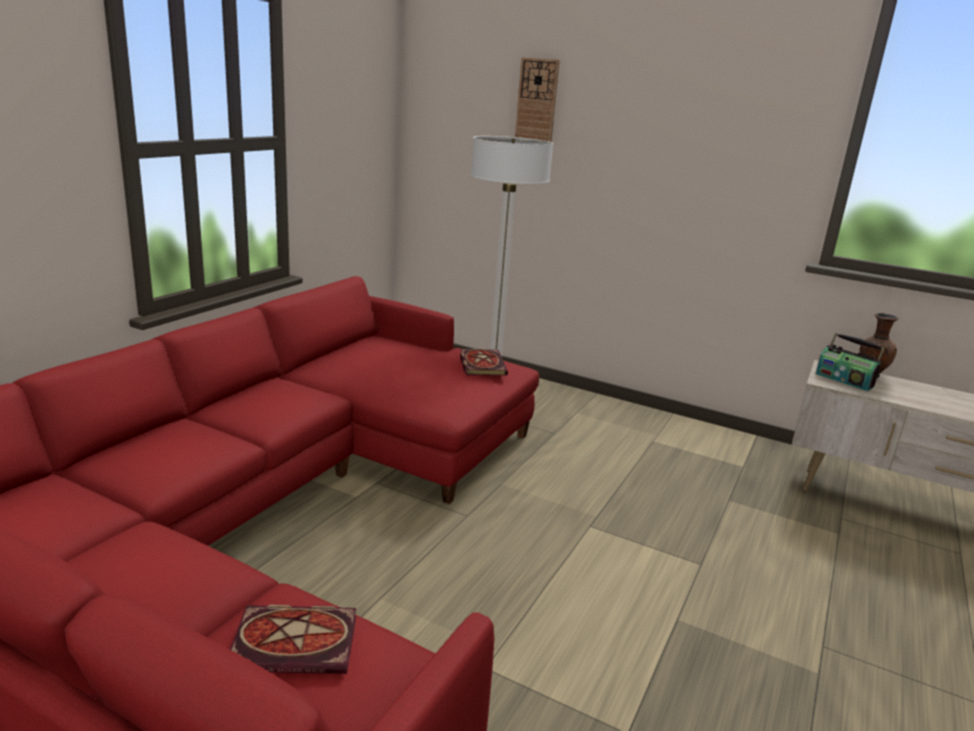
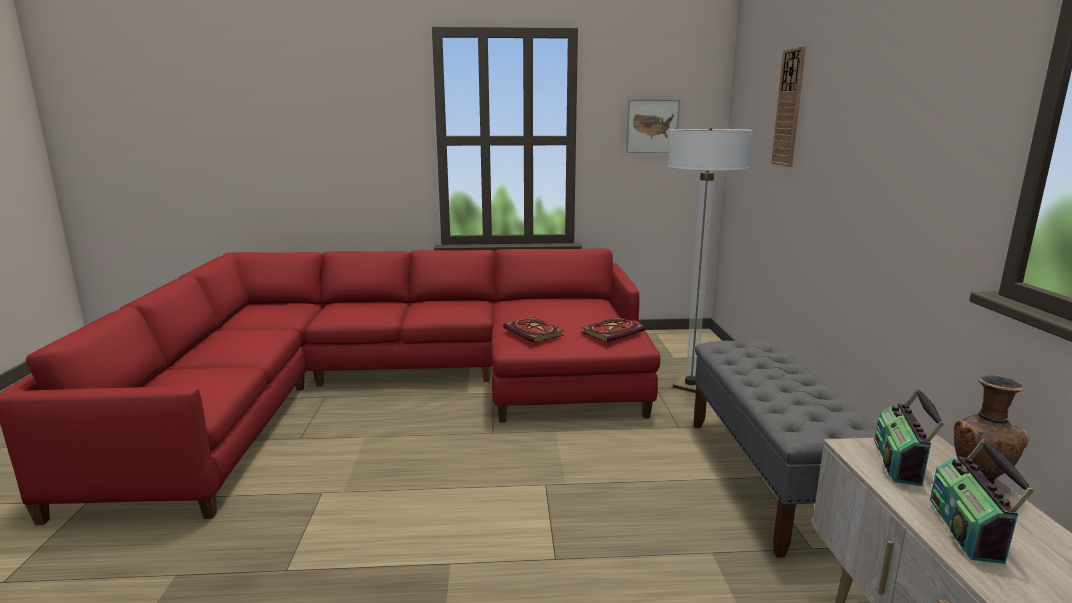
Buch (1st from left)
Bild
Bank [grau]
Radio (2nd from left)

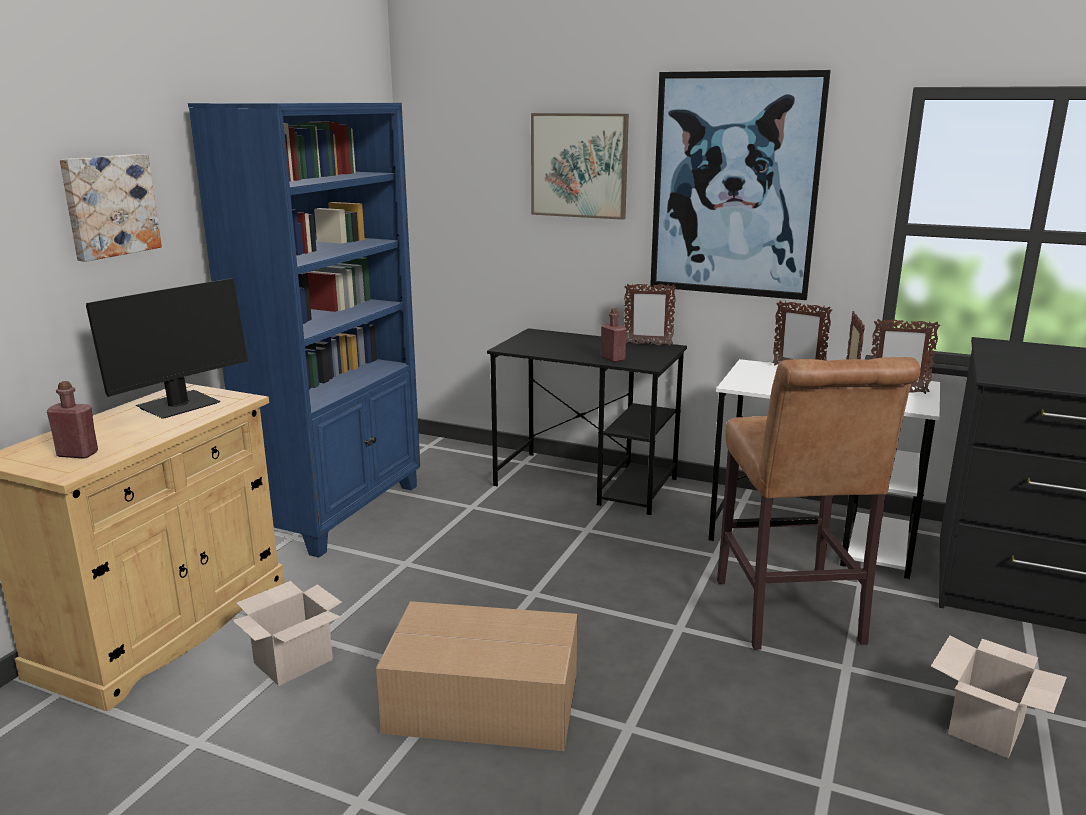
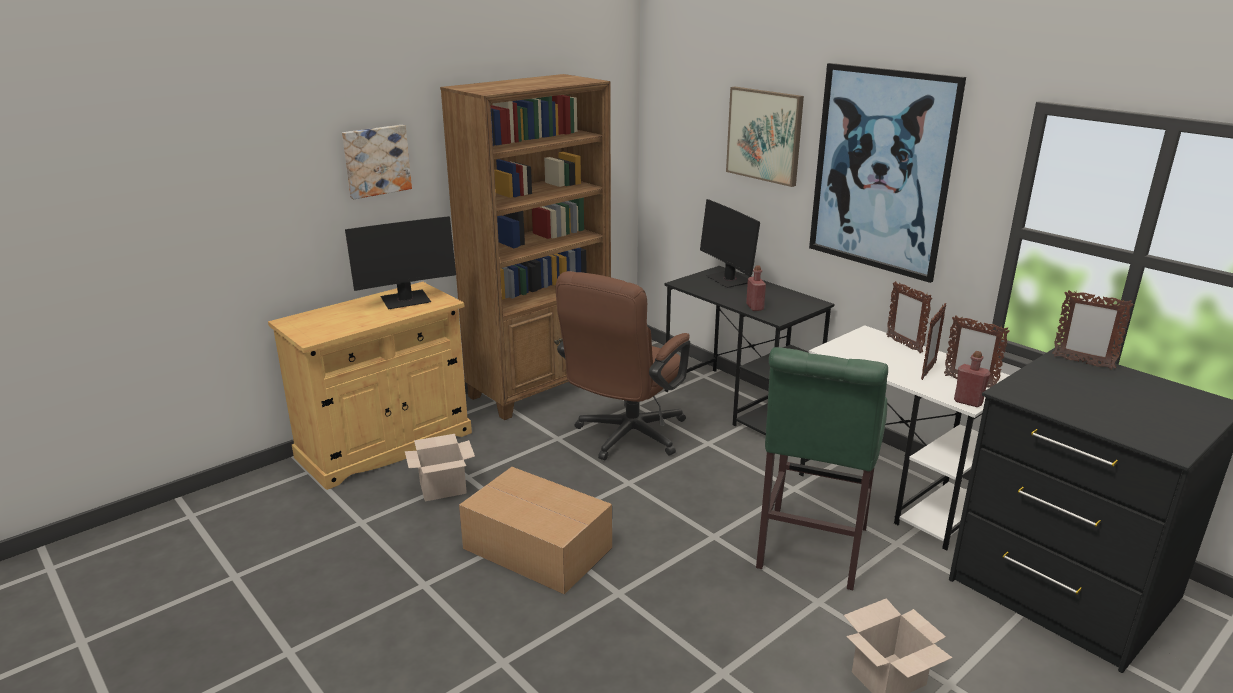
Flasche [rot] (2nd from left)
Bücherregal [braun]
Bilderrahmen (4th from left)
Hocker [grün]
Bürostuhl [braun]
Monitor (2nd from left)

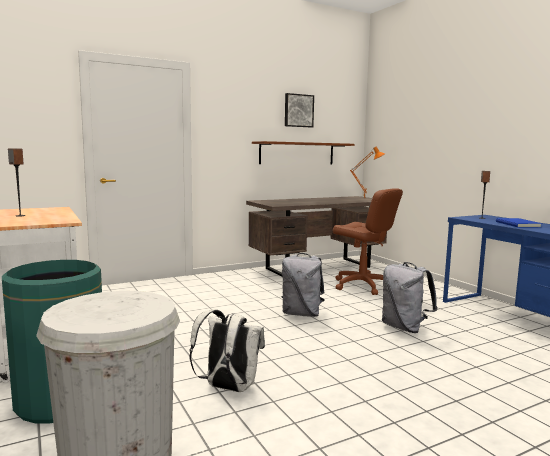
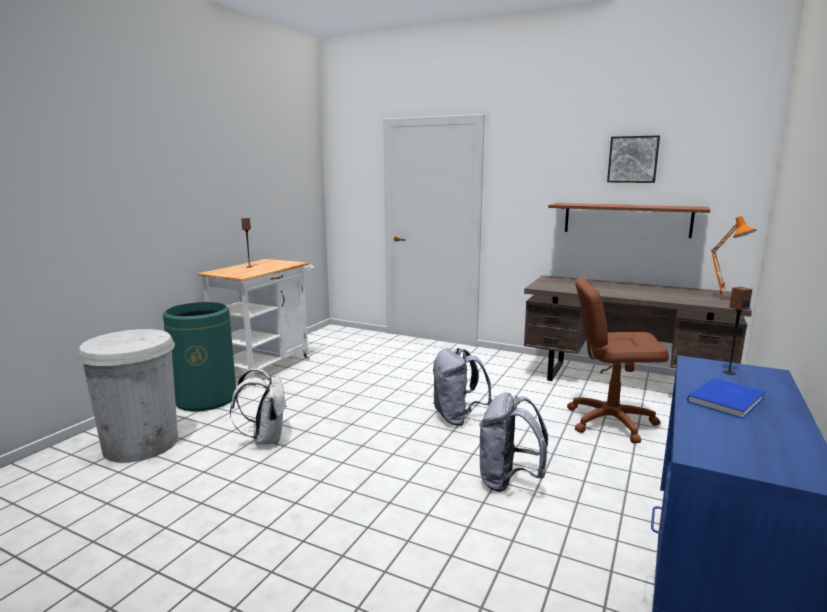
Bürostuhl [braun]

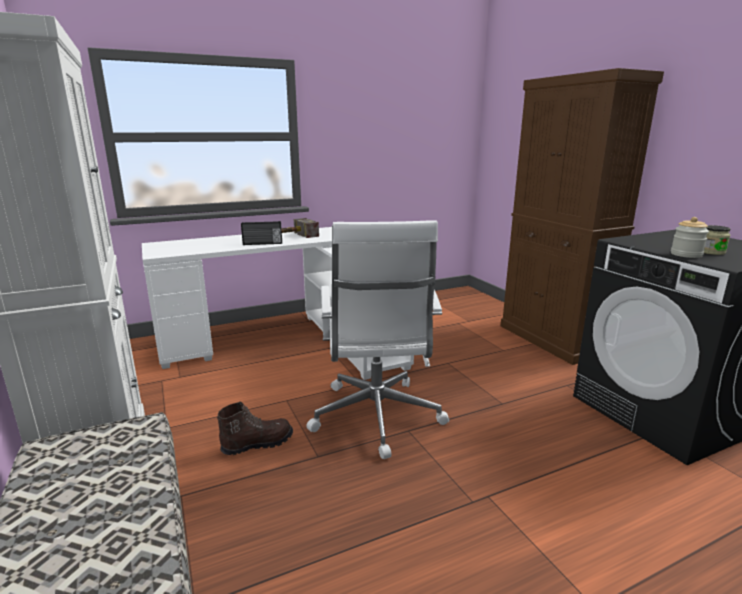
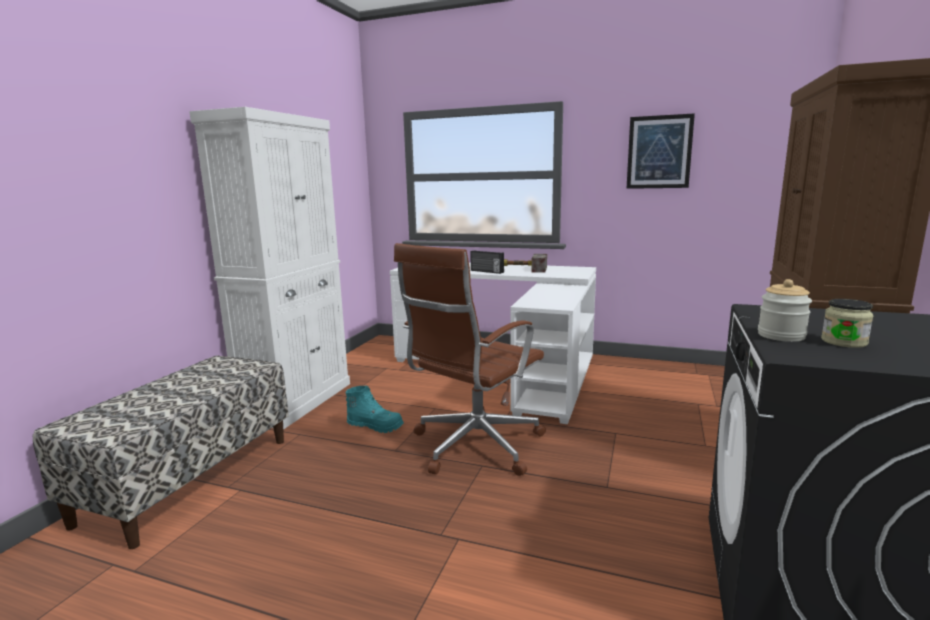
Stiefel [türkis]
Bürostuhl [braun]
Bild

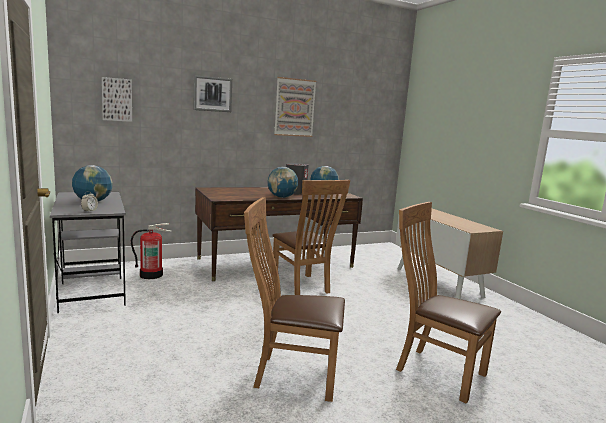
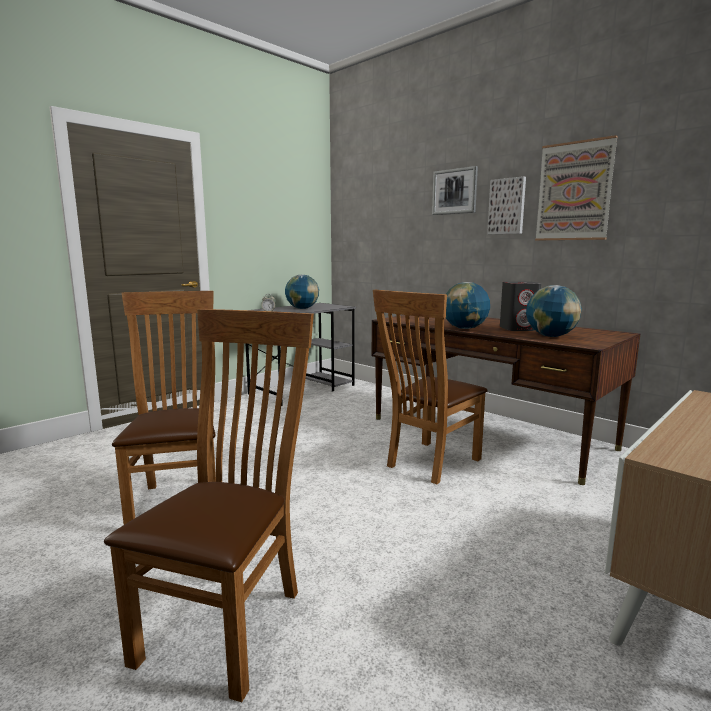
Bild (2nd from left)
Feuerlöscher

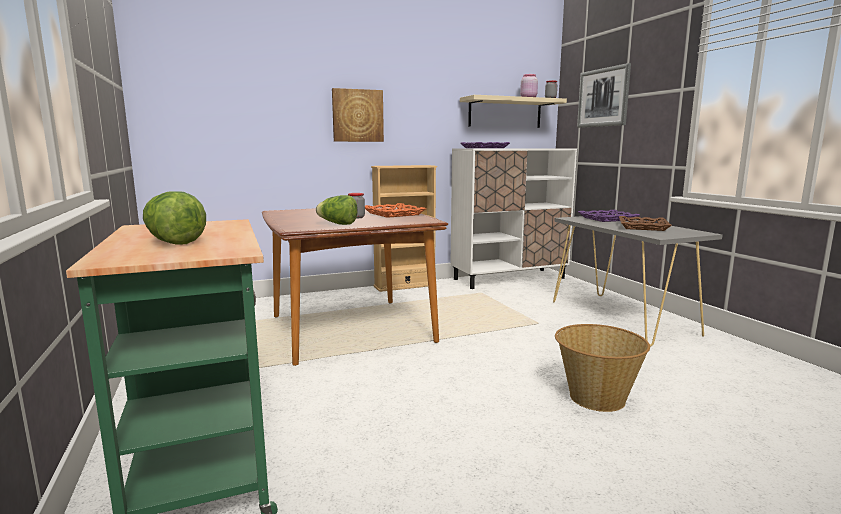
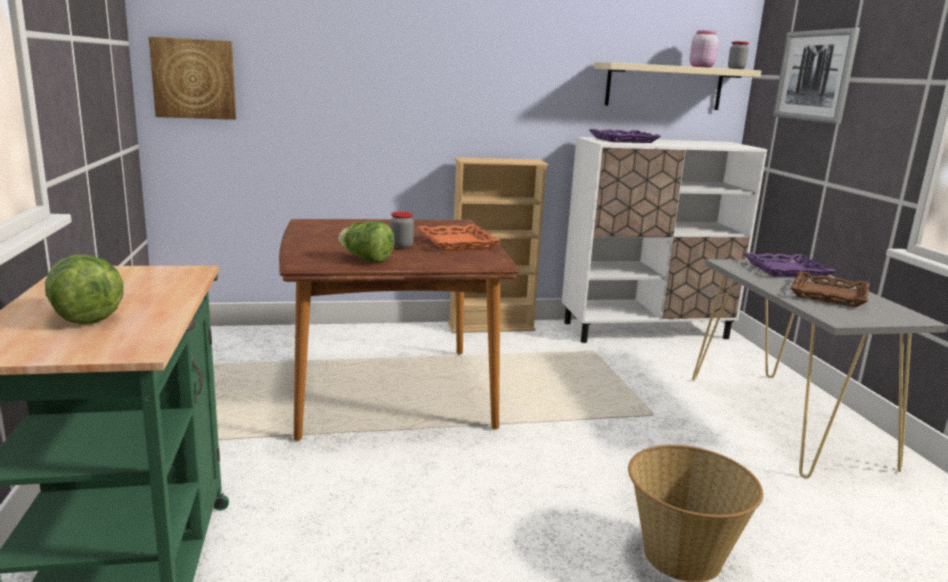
Bild (1st from left)

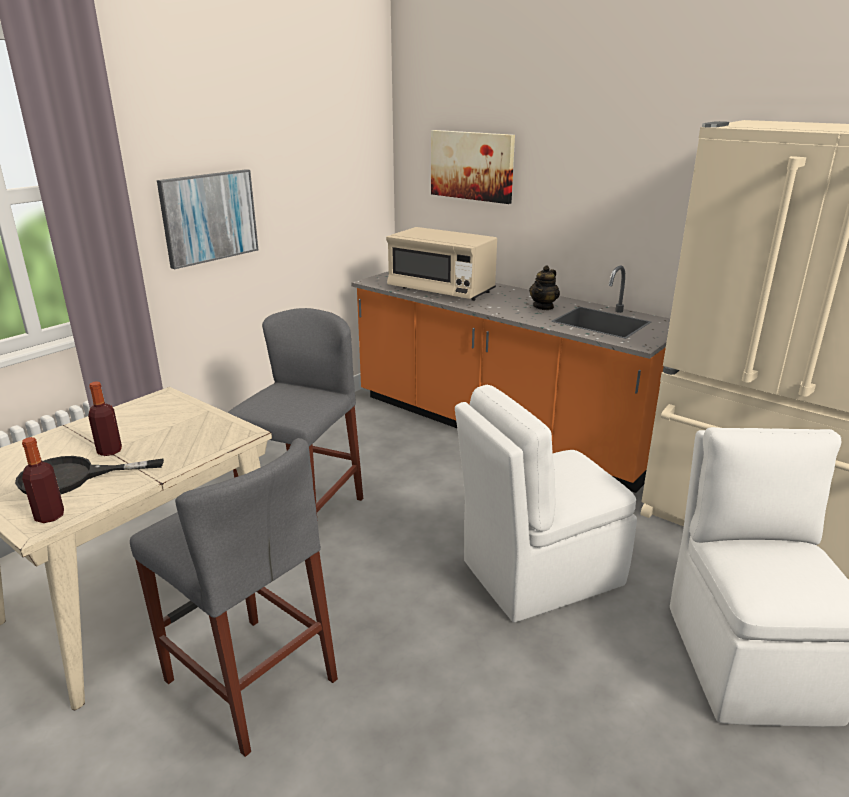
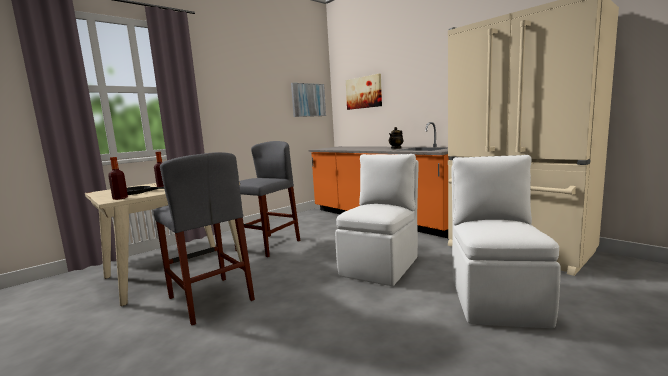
Bild (1st from left)
Mikrowelle [beige]
Stuhl [weiß] (1st from left)

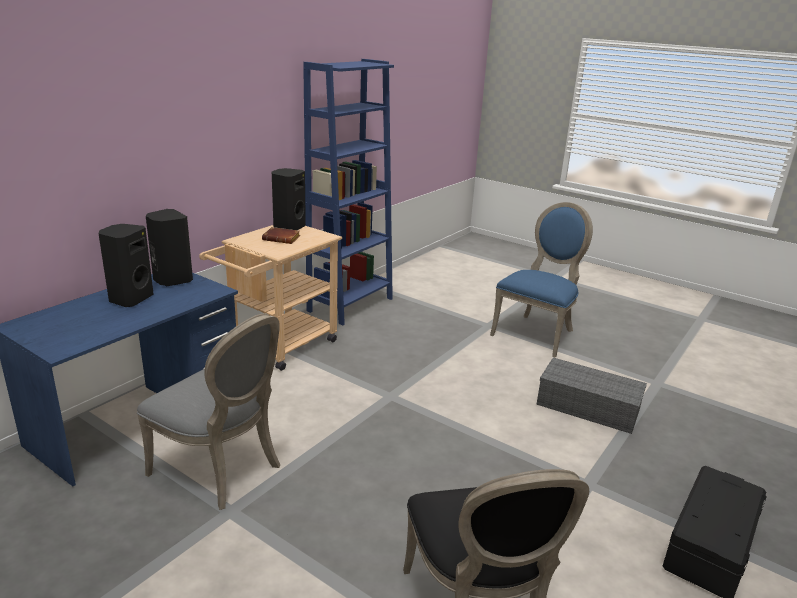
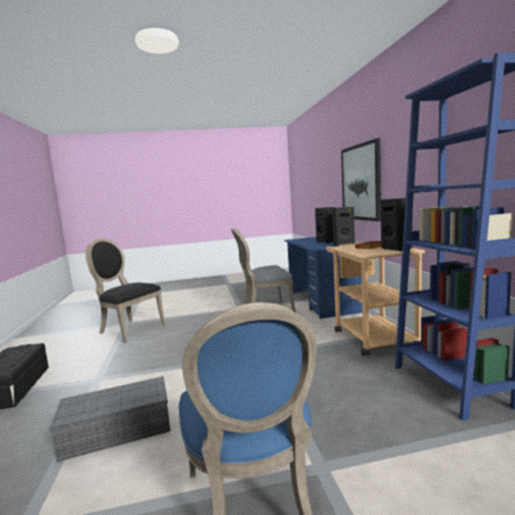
Bild

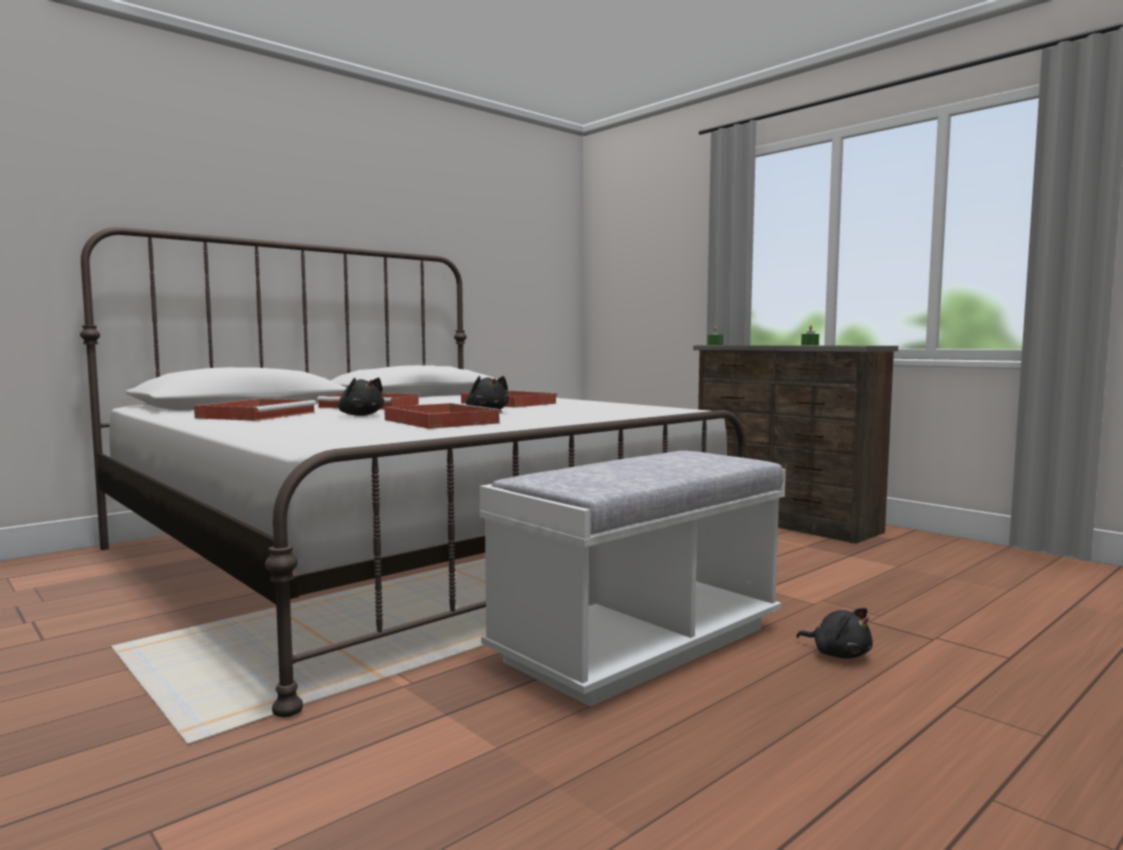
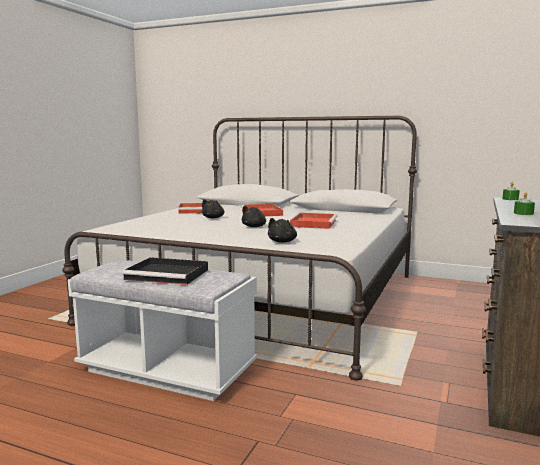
Tablett [rot] (3rd from left in the first image)
Plüschtier [schwarz] (3rd from left)
Tablett [schwarz]

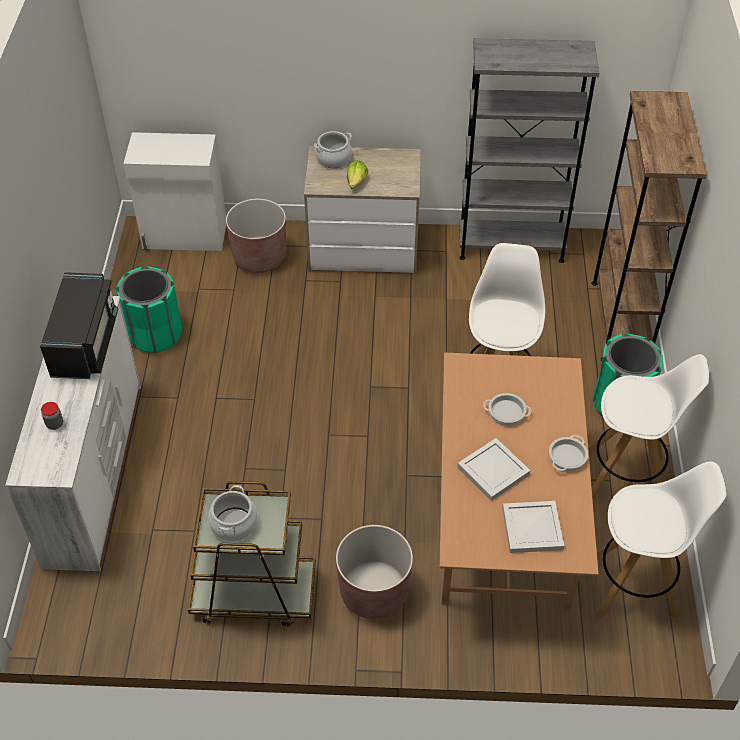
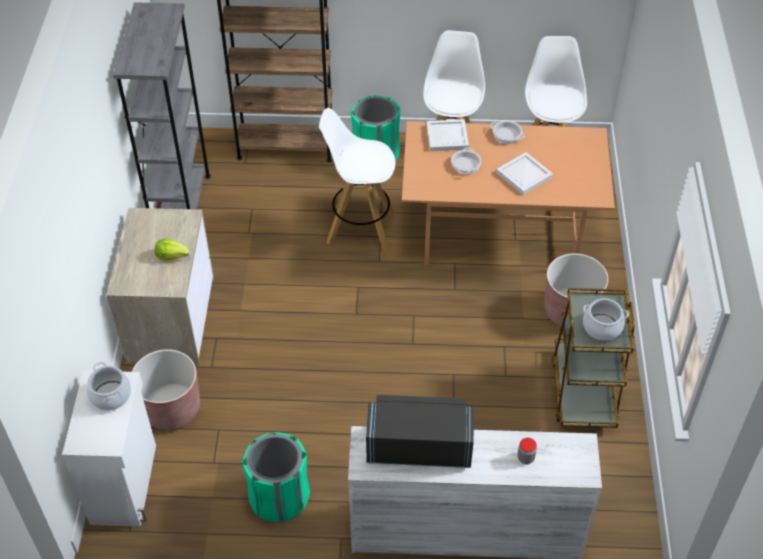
Kochtopf (1st from left)
Tablett [weiß] (1st from left)

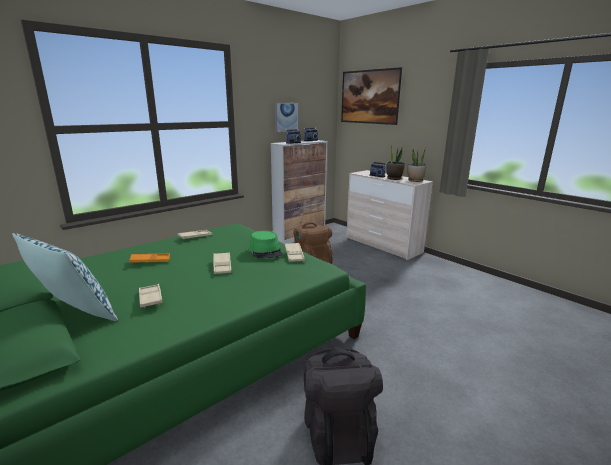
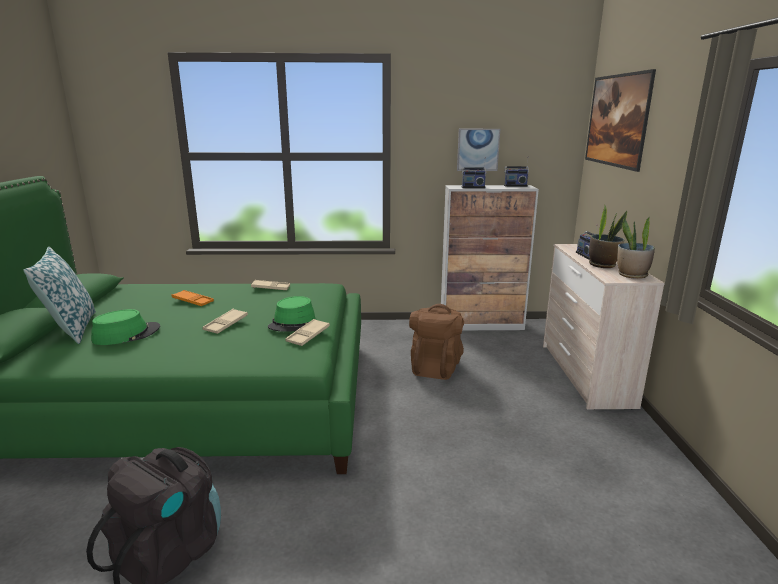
Hut [grün] (1st from left)

